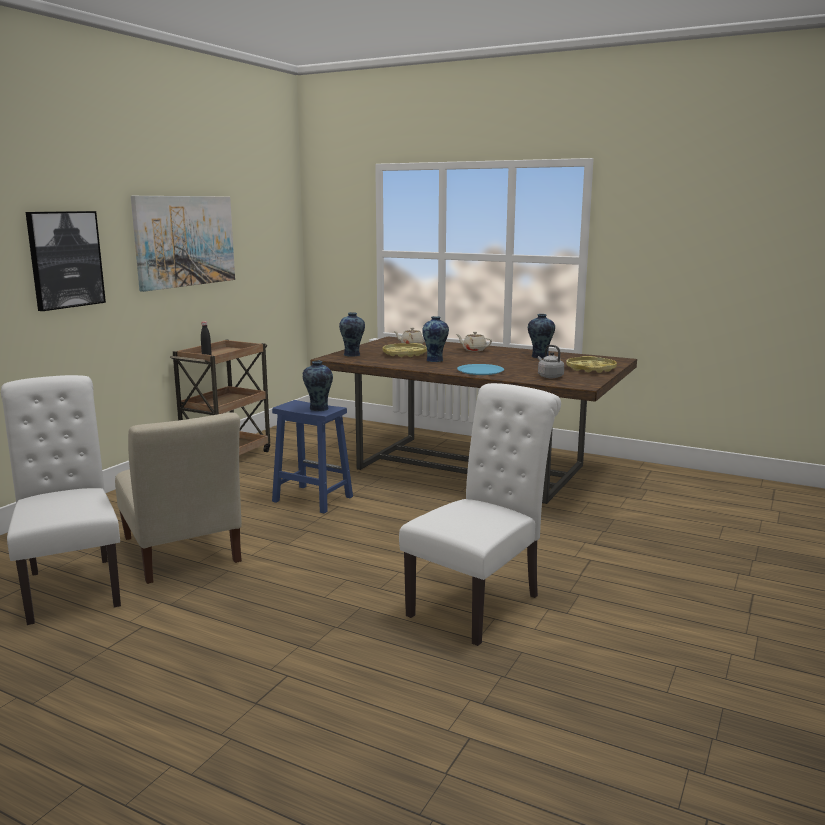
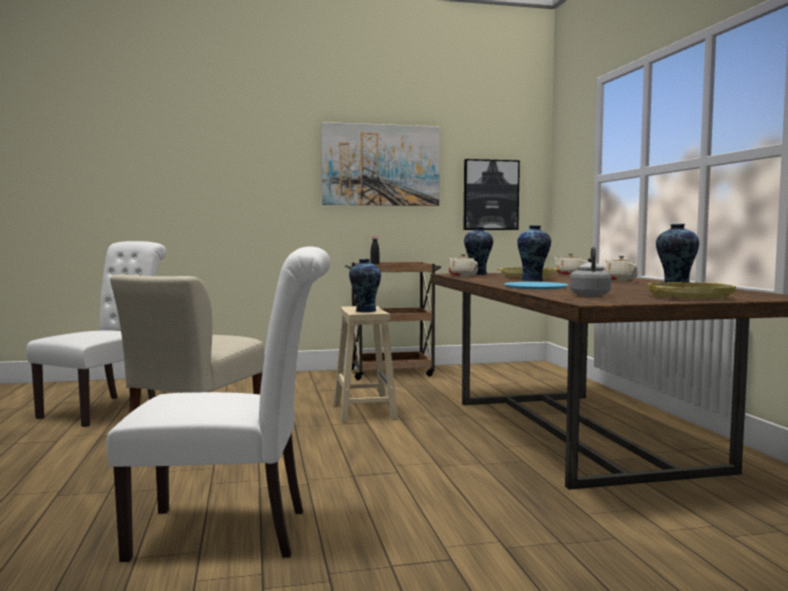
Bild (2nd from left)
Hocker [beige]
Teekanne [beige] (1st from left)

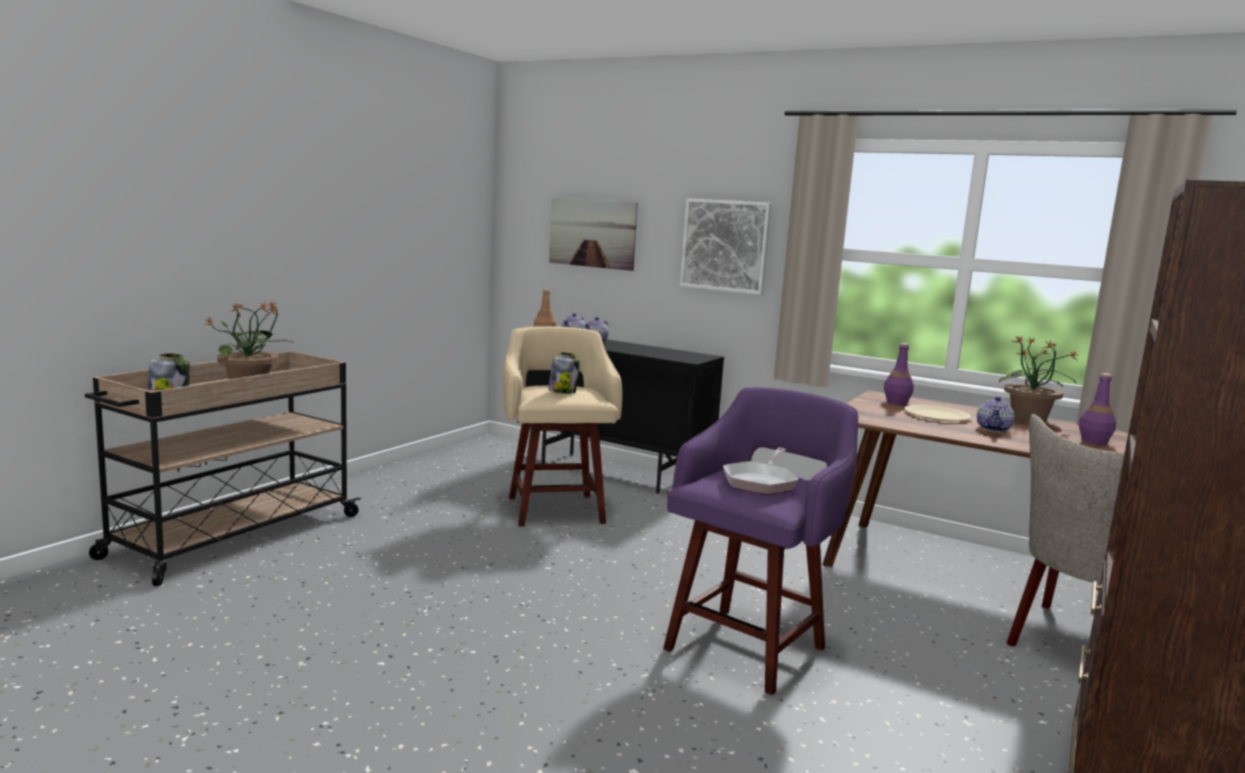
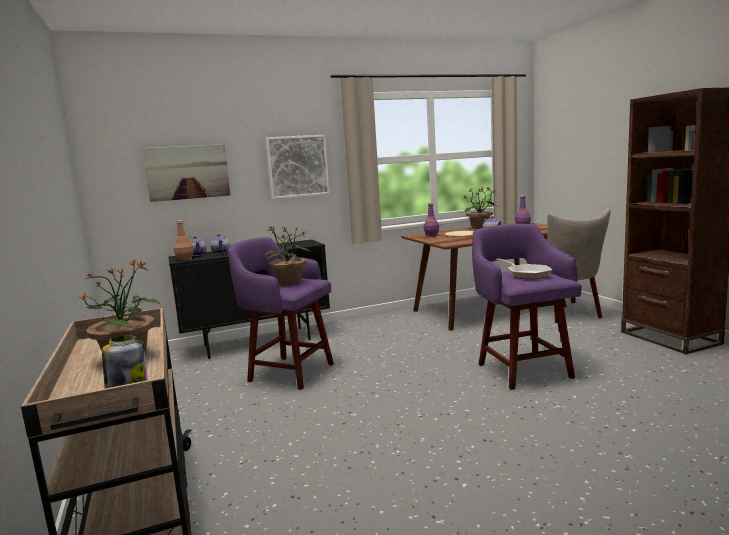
Hocker [lila] (1st from left)
Topfpflanze (2nd from left)

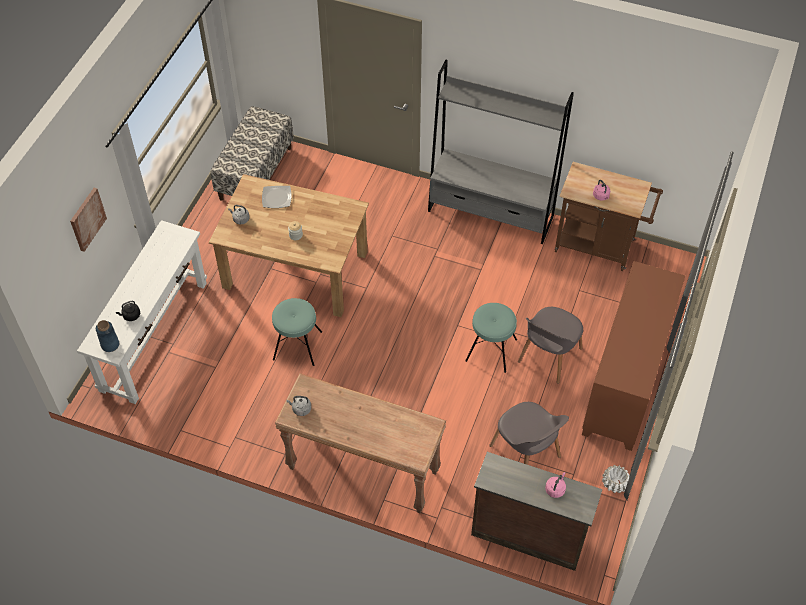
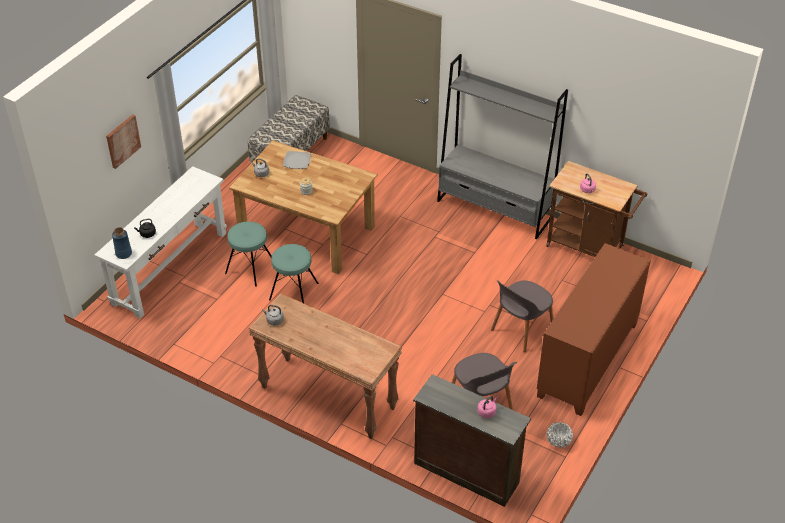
Hocker [türkis] (1st from left)

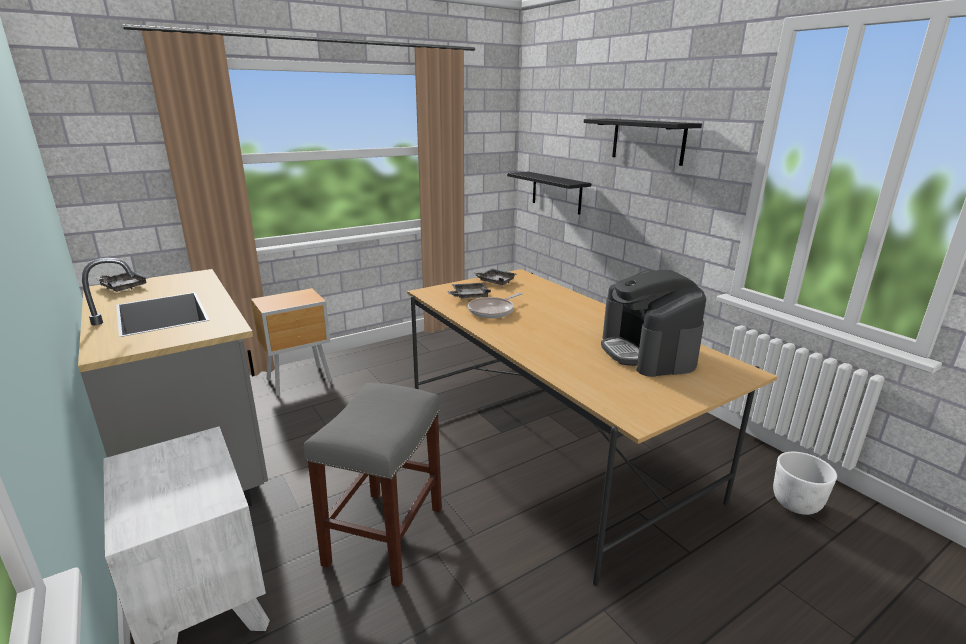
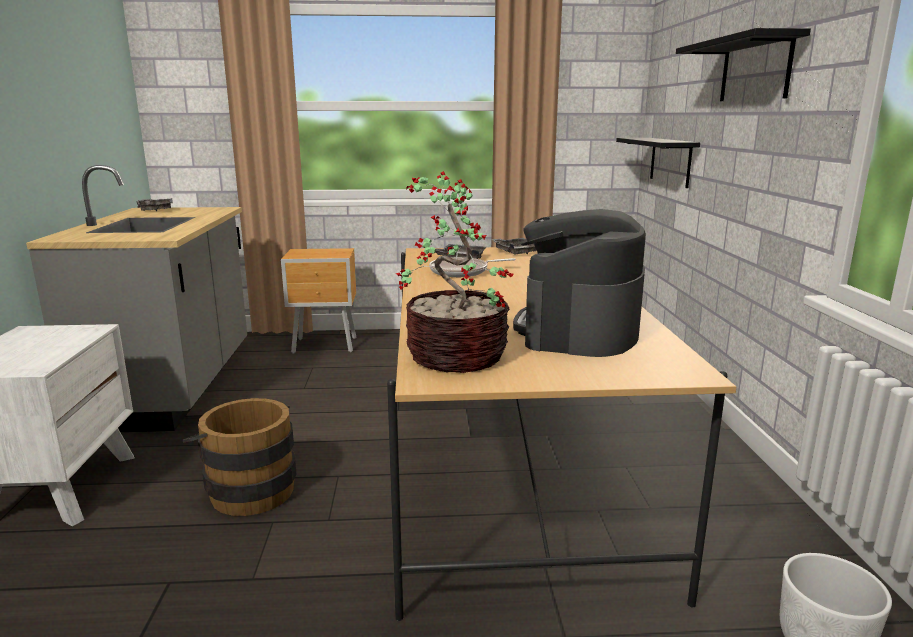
Eimer [braun]
Topfpflanze

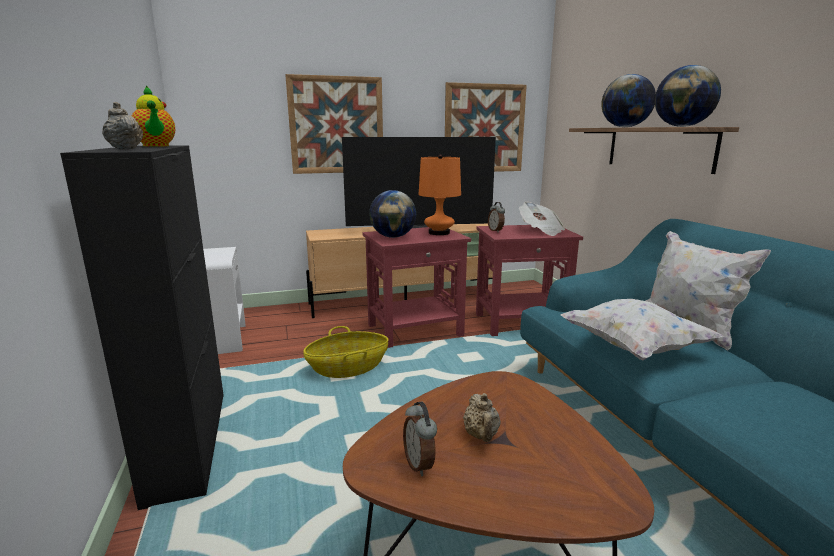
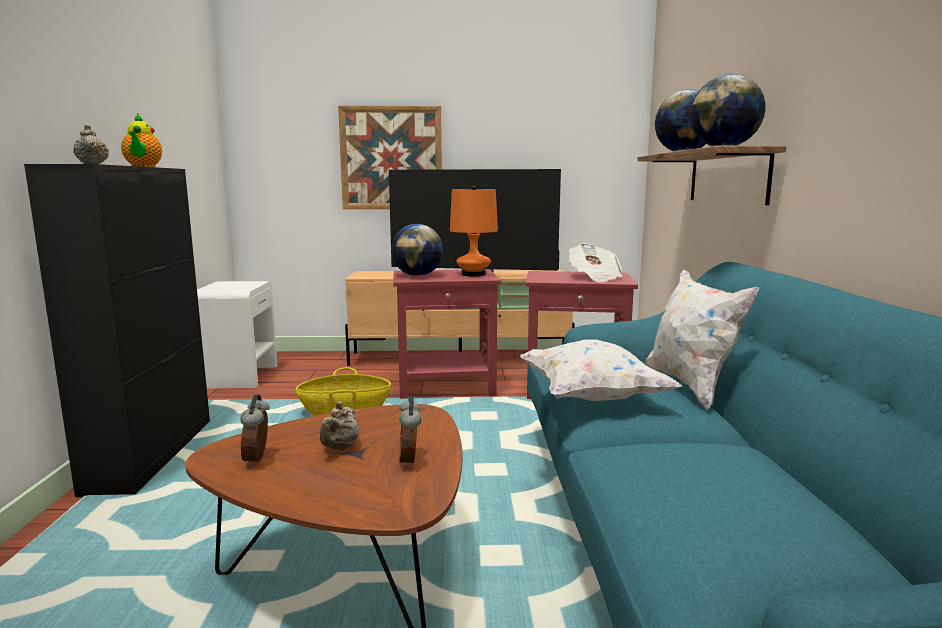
Bild (2nd from left in the first image)
Wecker (2nd from left)

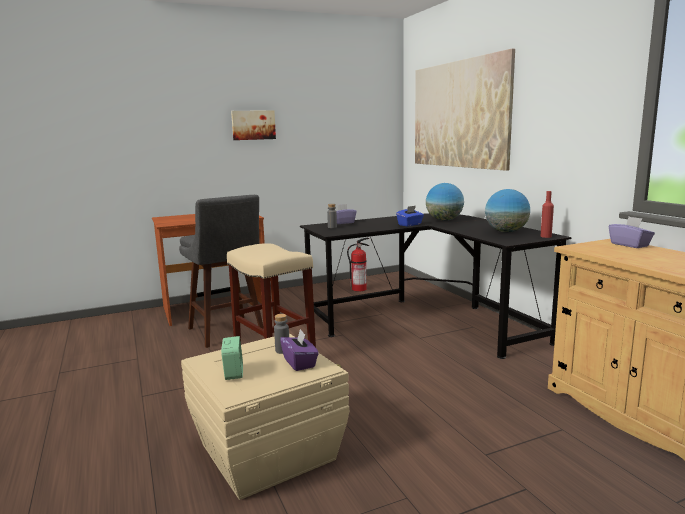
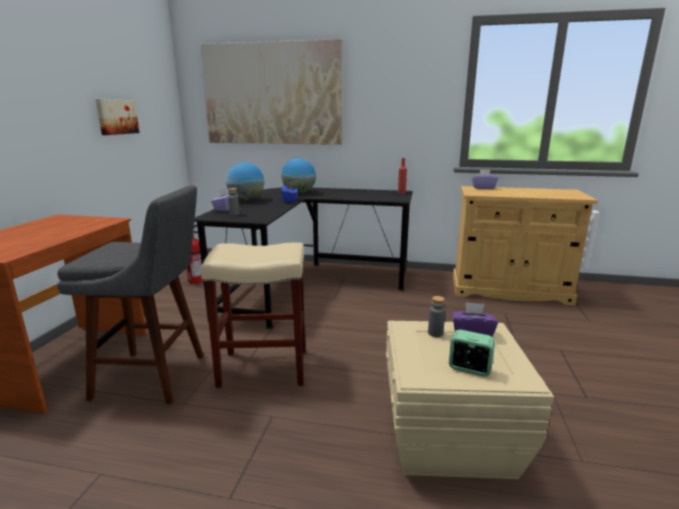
Bild (1st from left)
Globus (1st from left)

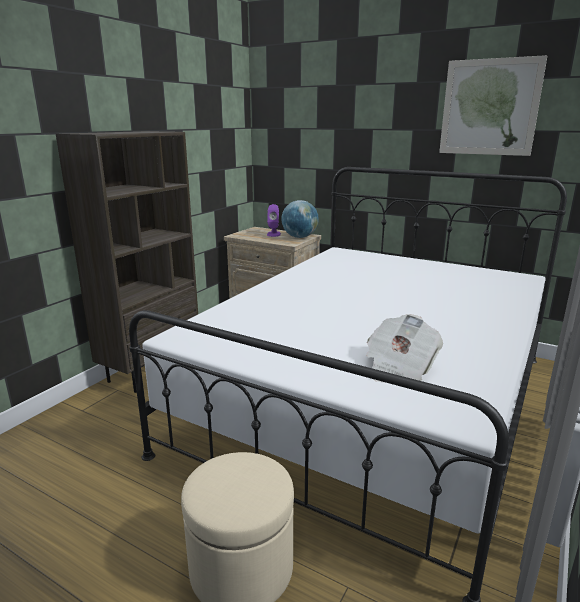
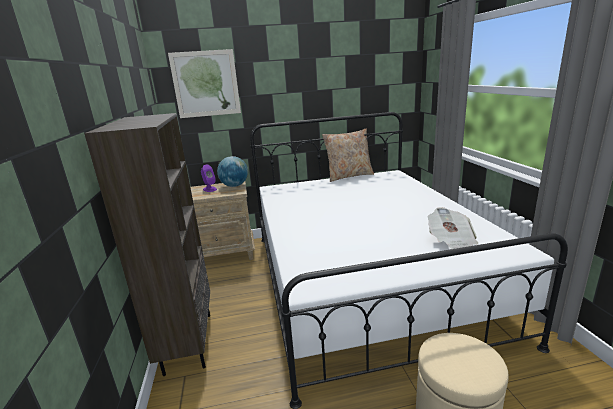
Bild
Kissen [beige]

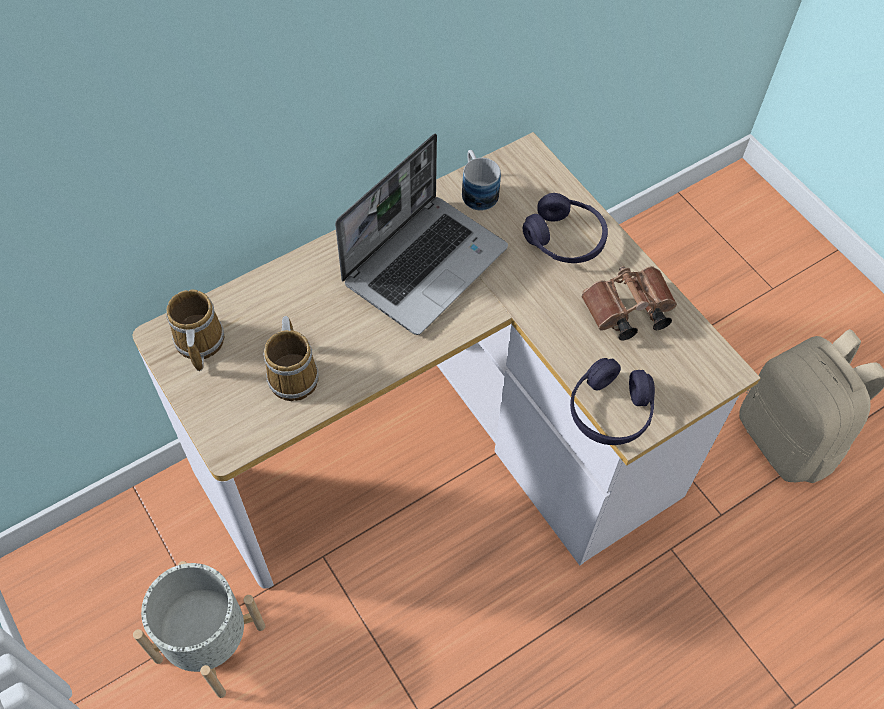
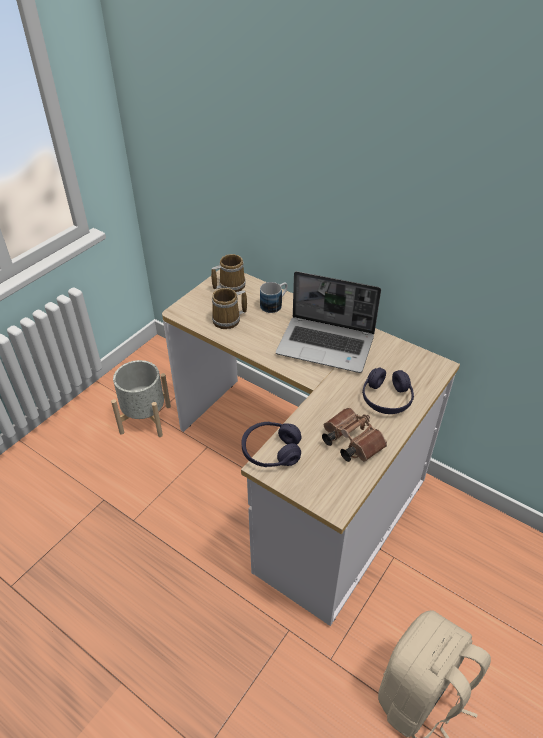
Henkelbecher (3rd from left)

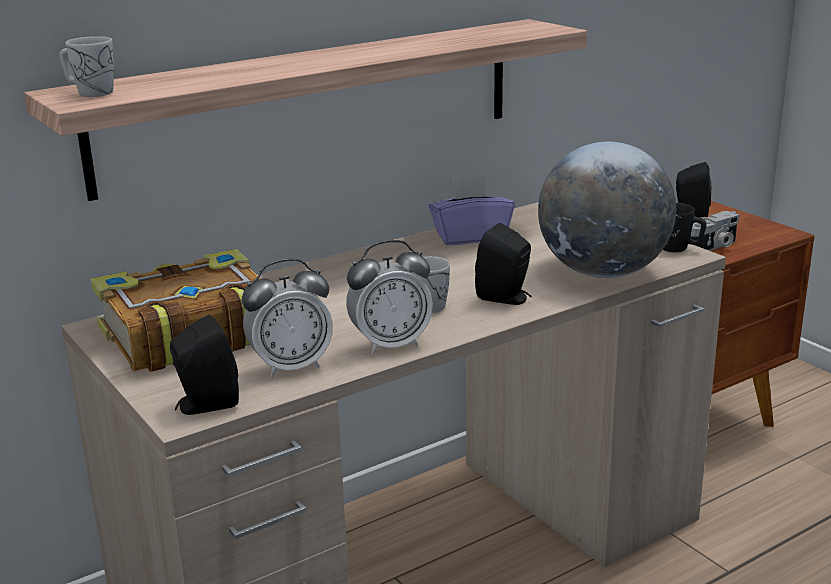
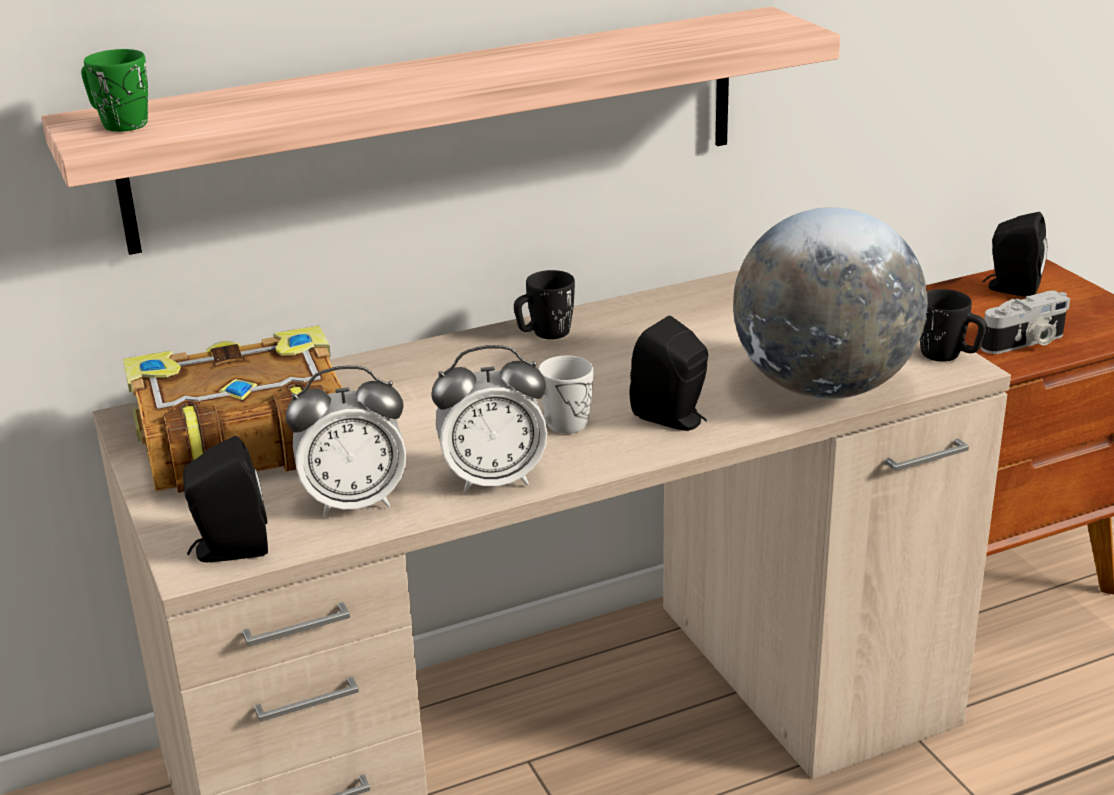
Henkelbecher [grün]
Taschentuchbox [lila]
Henkelbecher [schwarz] (1st from left)

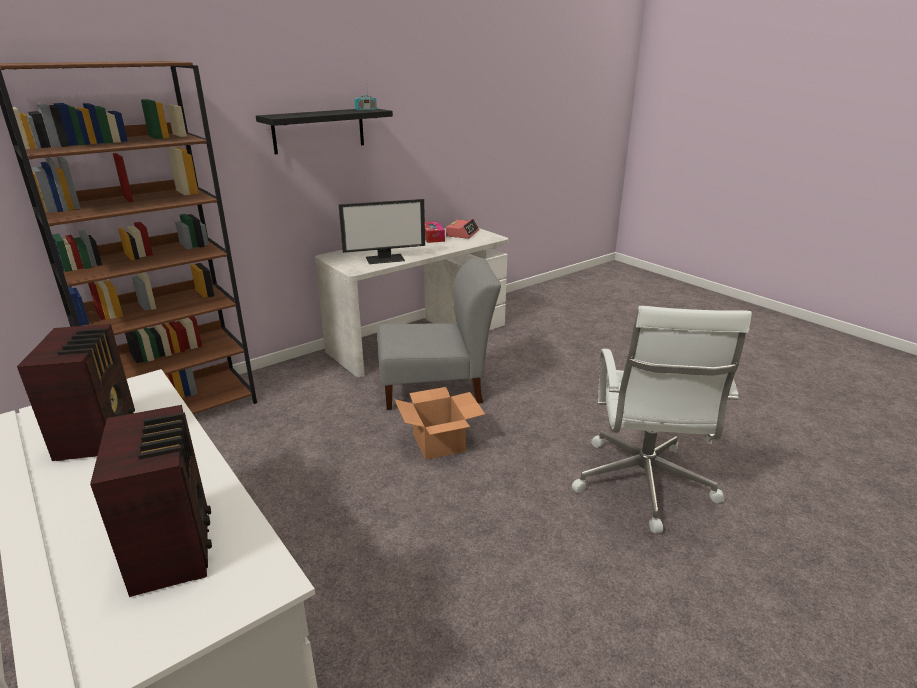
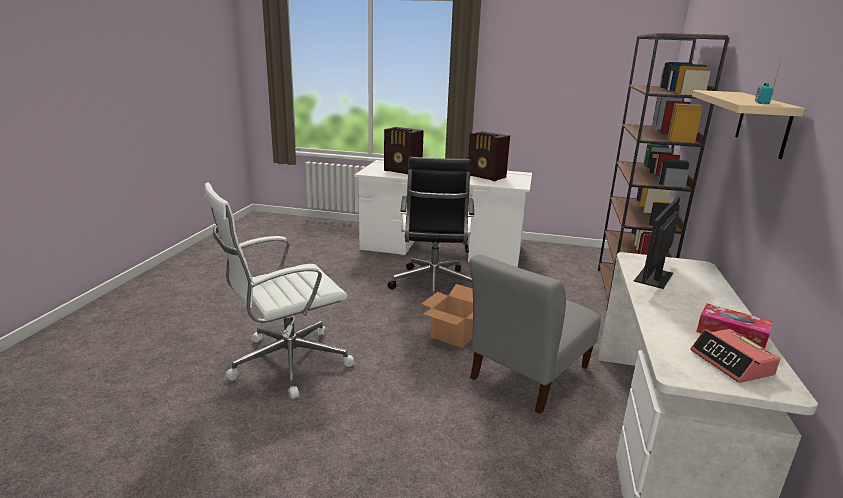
Wandregal [beige]
Bürostuhl [weiß]
Bürostuhl [schwarz]

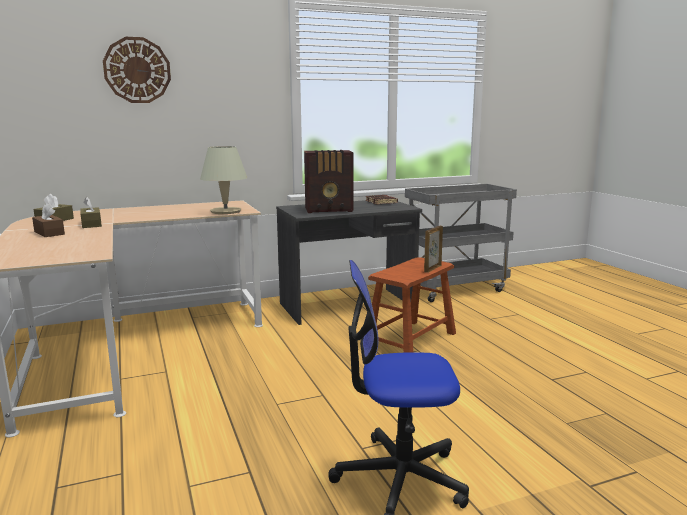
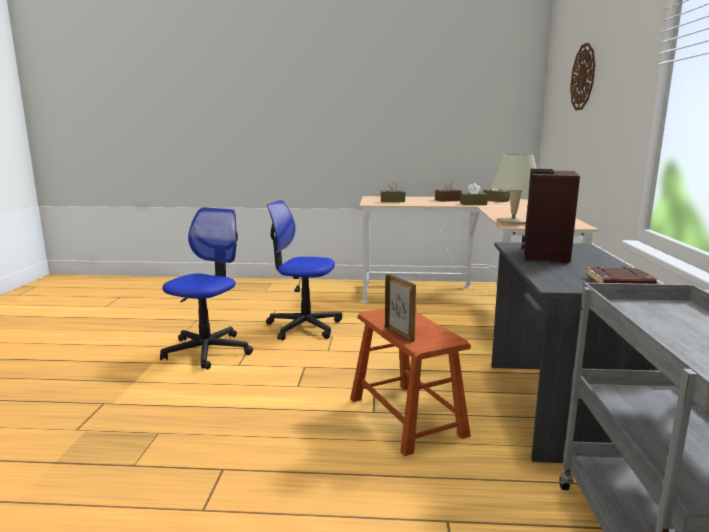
Bürostuhl (2nd from left)
Taschentuchbox [braun] (1st from left)

